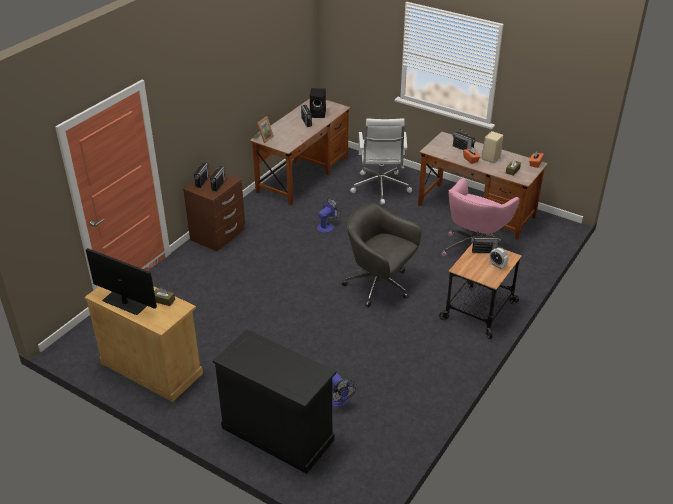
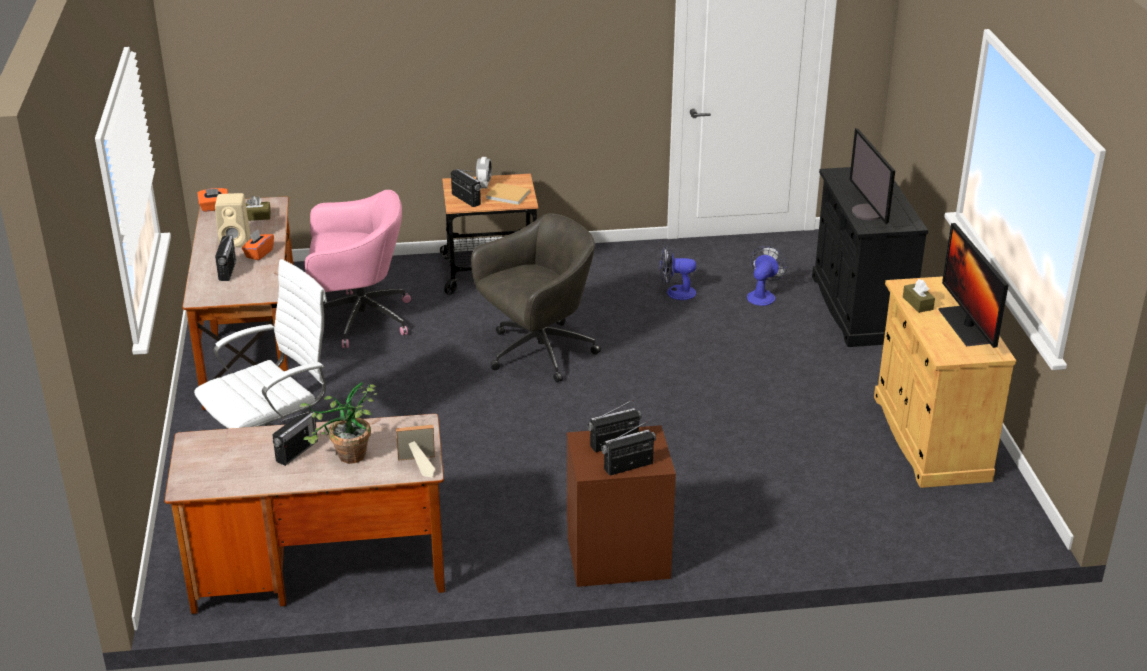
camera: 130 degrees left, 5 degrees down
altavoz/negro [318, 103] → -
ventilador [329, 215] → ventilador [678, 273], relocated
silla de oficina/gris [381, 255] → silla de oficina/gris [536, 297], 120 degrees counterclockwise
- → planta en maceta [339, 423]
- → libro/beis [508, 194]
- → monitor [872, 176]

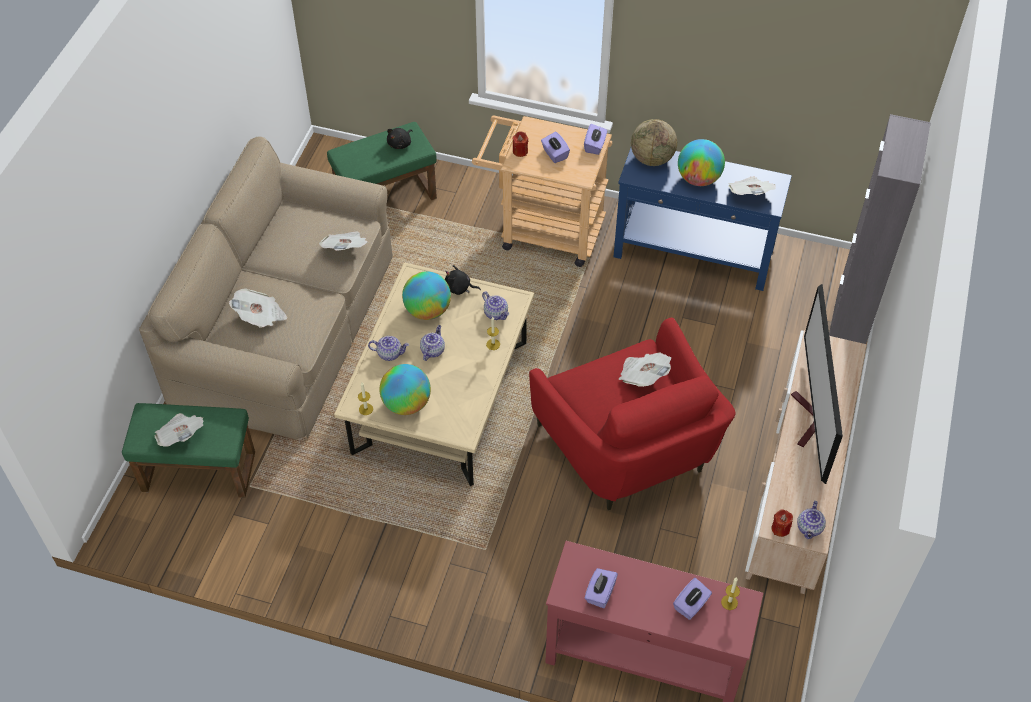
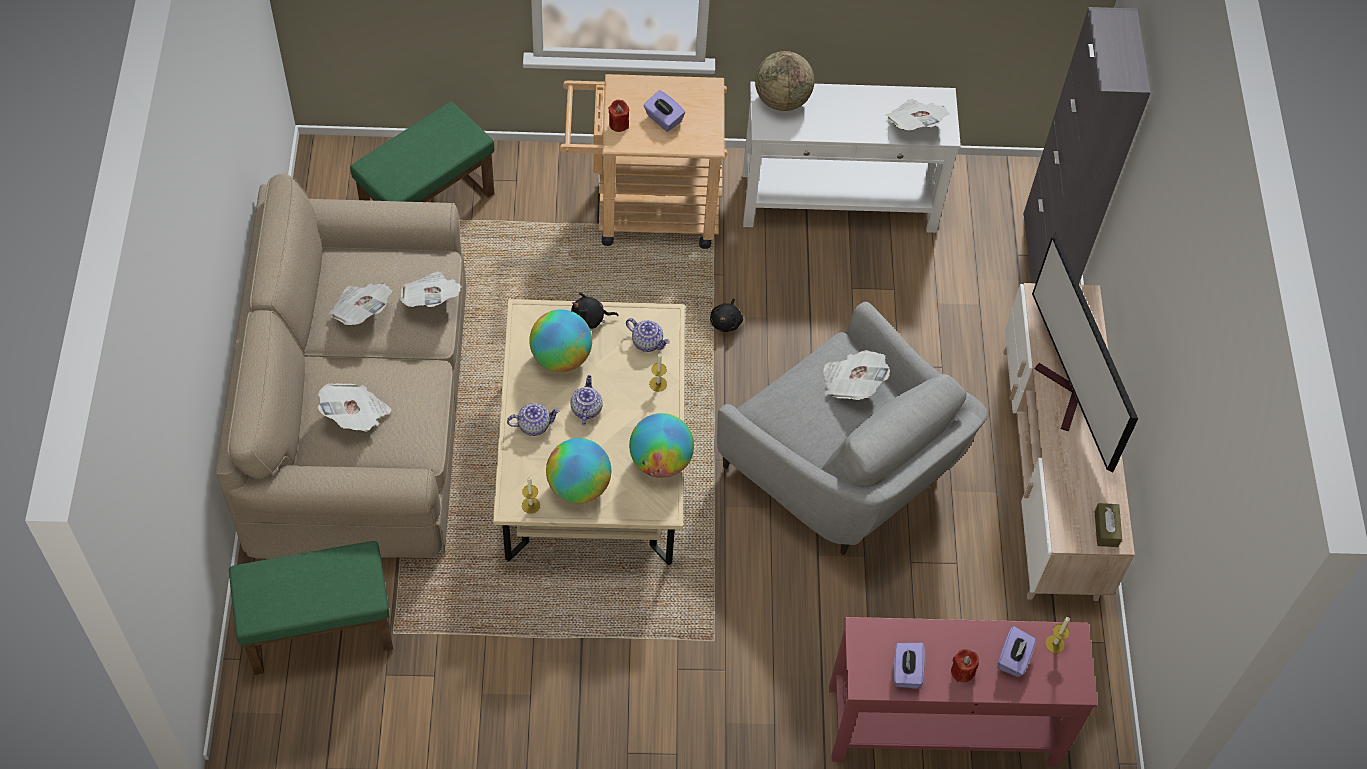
camera: 20 degrees left, 5 degrees up
periódico [178, 430] → periódico [360, 304], relocated
peluche/negro [400, 138] → peluche/negro [726, 315], relocated
sillón/rojo [632, 414] → sillón/gris [852, 428]
caja de pañuelos/morado [595, 139] → -
mesa consola/azul [703, 219] → mesa consola/blanco [852, 157]
globo terráqueo [701, 162] → globo terráqueo [661, 445], relocated
vela/rojo [782, 523] → vela/rojo [965, 665], relocated
tetera [811, 520] → caja de pañuelos/marrón [1108, 525]

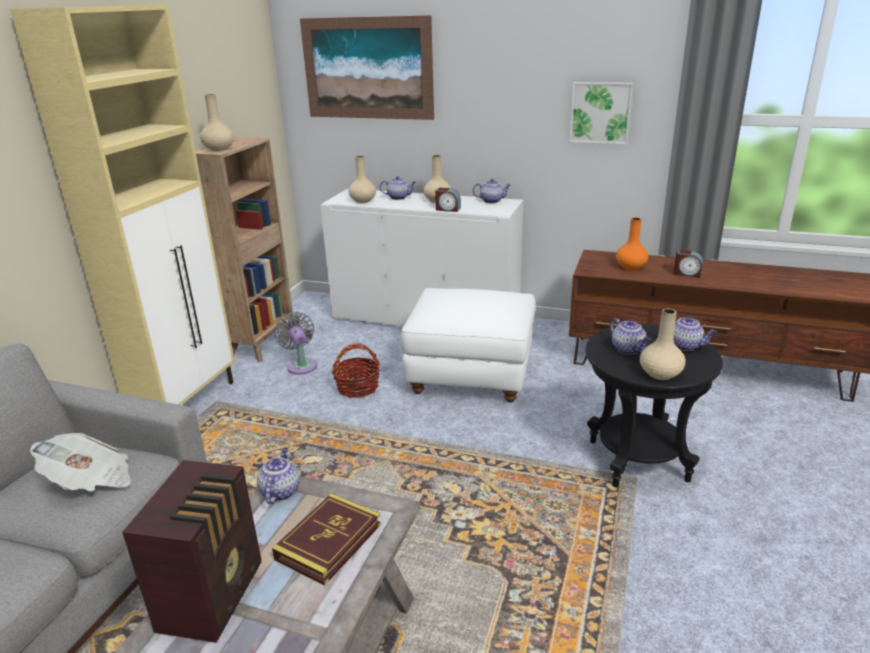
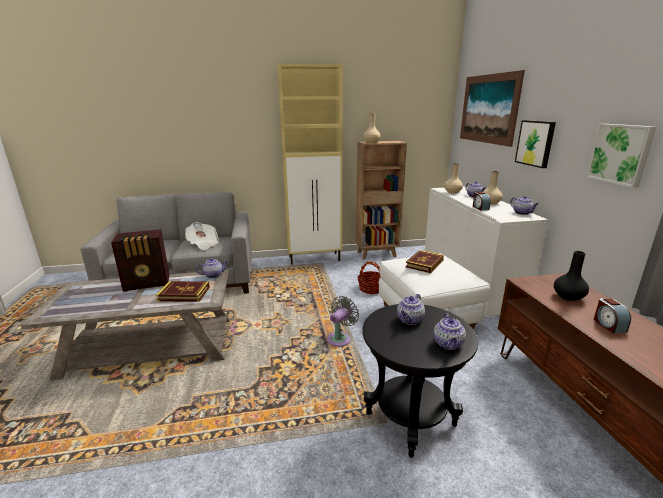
camera: 60 degrees right, 5 degrees down
ventilador/gris [295, 343] → ventilador/gris [343, 321], relocated
florero/naranja [632, 243] → florero/negro [571, 276]
florero/beis [662, 344] → -
- → libro [425, 261]
- → cuadro [535, 144]

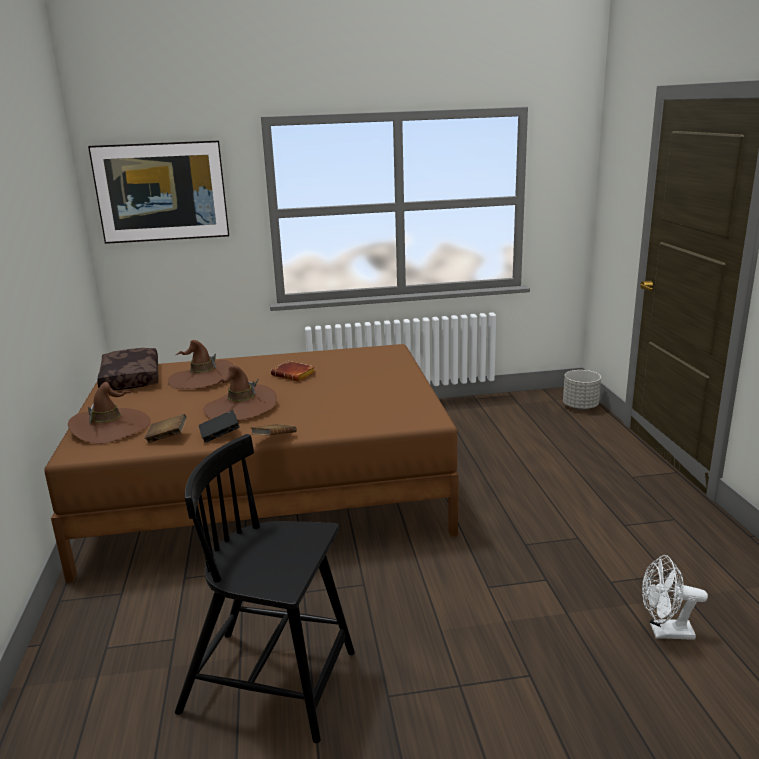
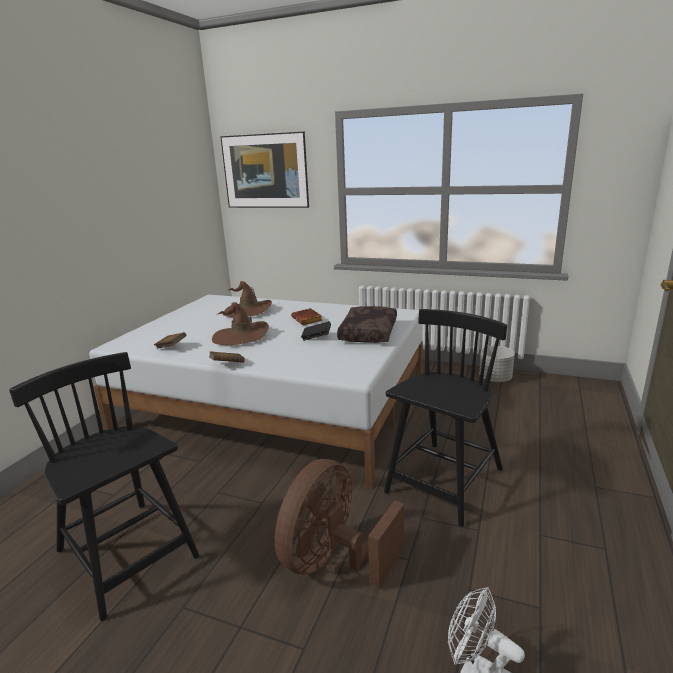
camera: 30 degrees right, 0 degrees up
cama/marrón [251, 463] → cama/blanco [256, 391]
sombrero/marrón [109, 413] → -
cojín/marrón [128, 369] → cojín/marrón [367, 324], relocated
libro/negro [219, 426] → libro/negro [316, 331], relocated
maceta/gris [582, 390] → maceta/gris [497, 364], relocated
- → ventilador/marrón [339, 523]
- → silla/negro [445, 418]

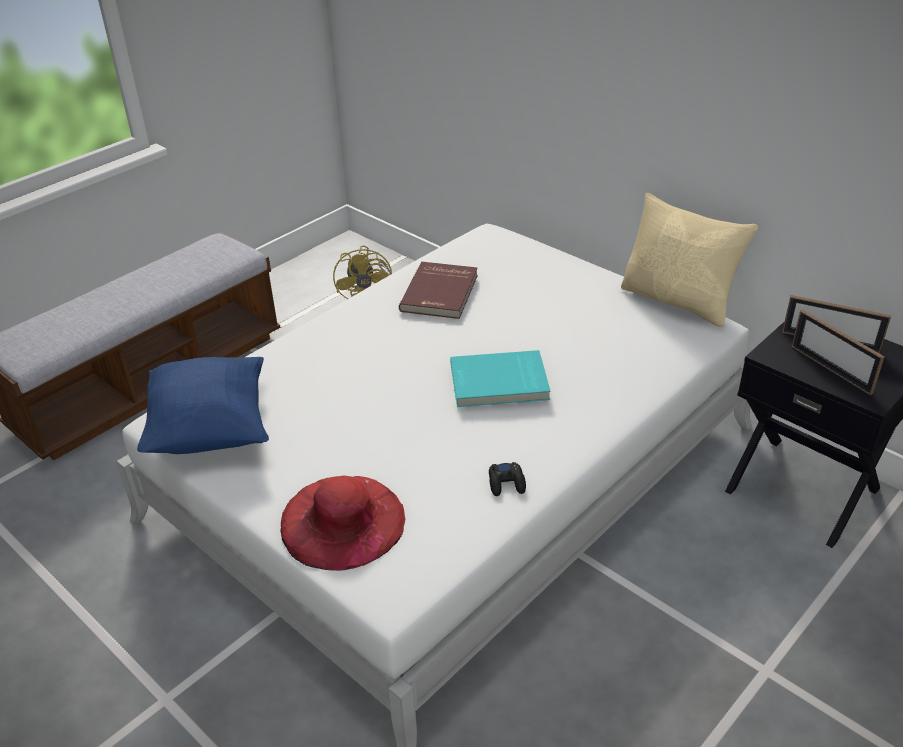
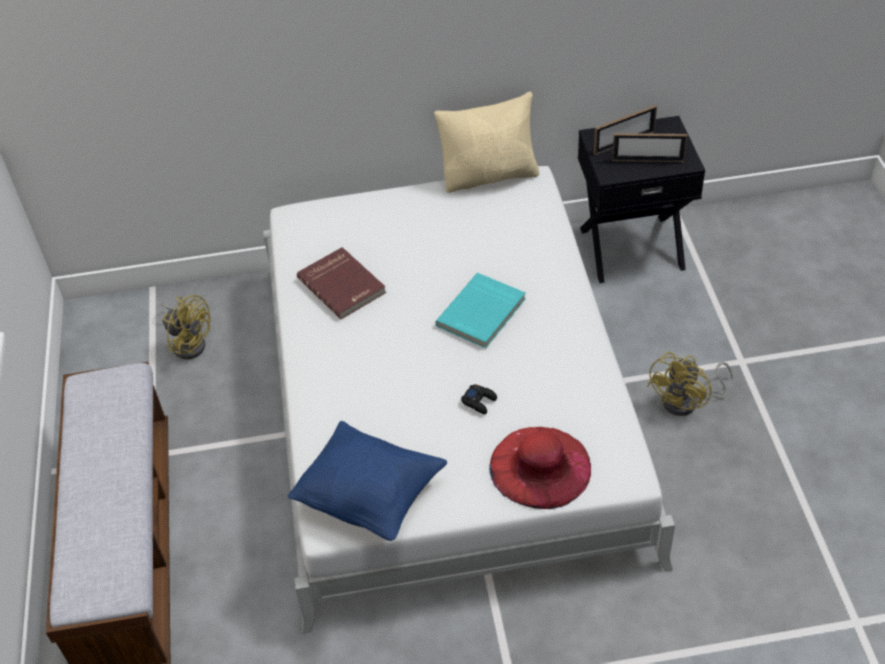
camera: 50 degrees left, 10 degrees up
mando de consola/negro [507, 479] → mando de consola/negro [479, 399], relocated
- → ventilador/amarillo [690, 384]

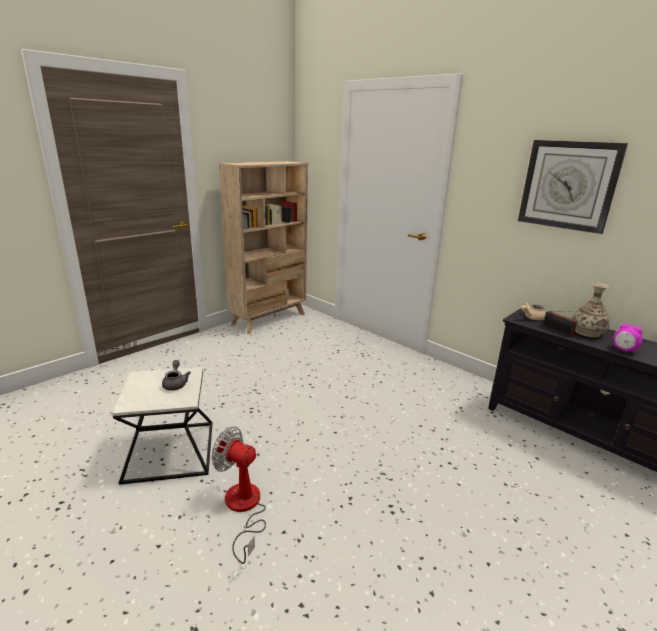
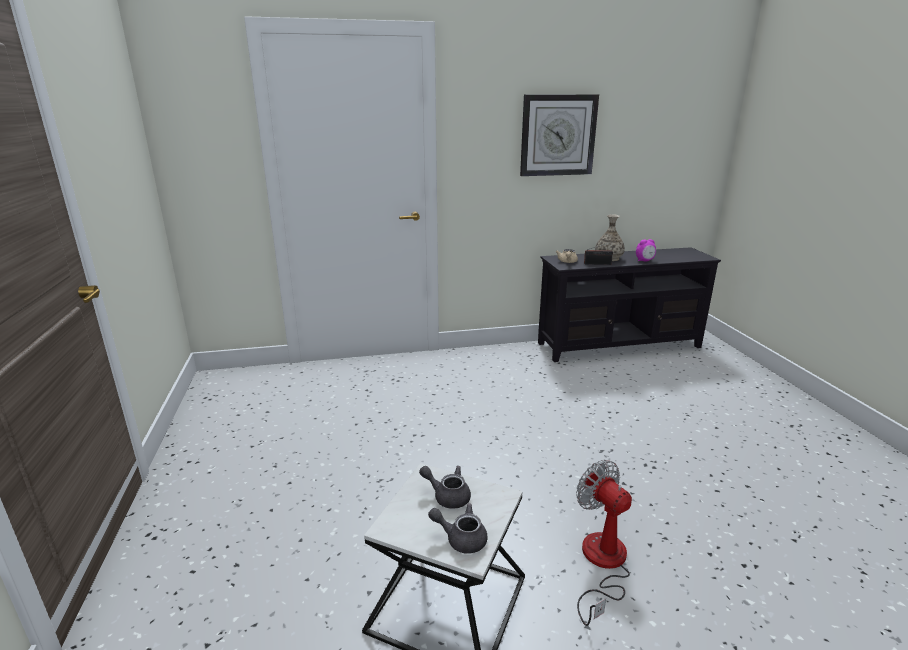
camera: 55 degrees left, 0 degrees up
ventilador [238, 495] → ventilador [604, 543], 90 degrees clockwise
estantería/beis [263, 247] → -
- → tetera/gris [458, 528]

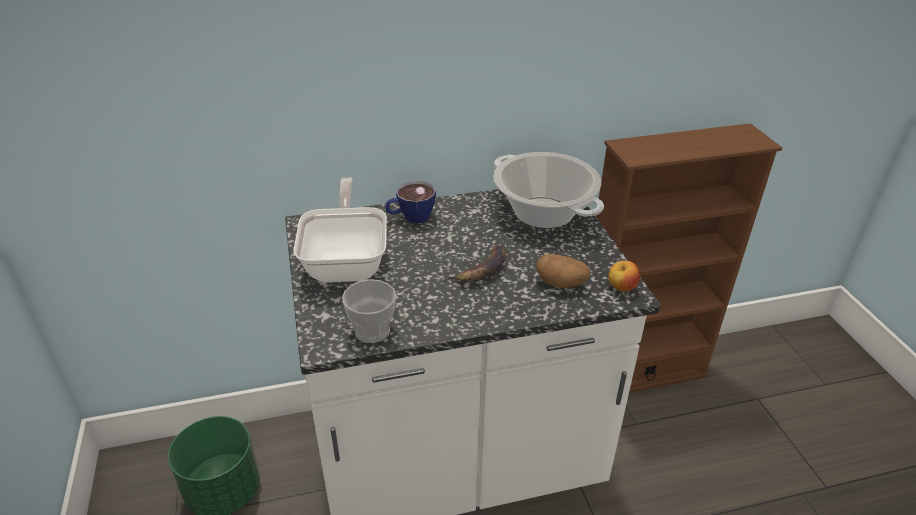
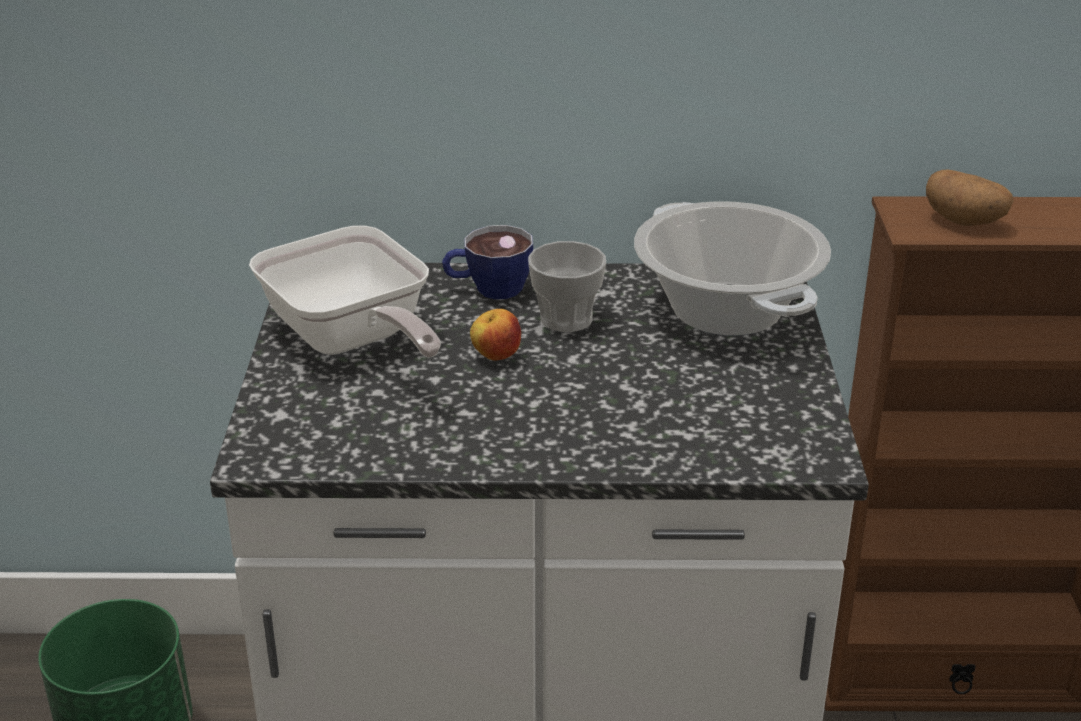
camera: 15 degrees right, 5 degrees down
sartén [340, 229] → sartén [345, 291], 135 degrees clockwise
taza [369, 311] → taza [567, 286], relocated
plátano [474, 263] → -
patata [563, 271] → patata [970, 197], relocated
manzana [624, 276] → manzana [495, 335], relocated

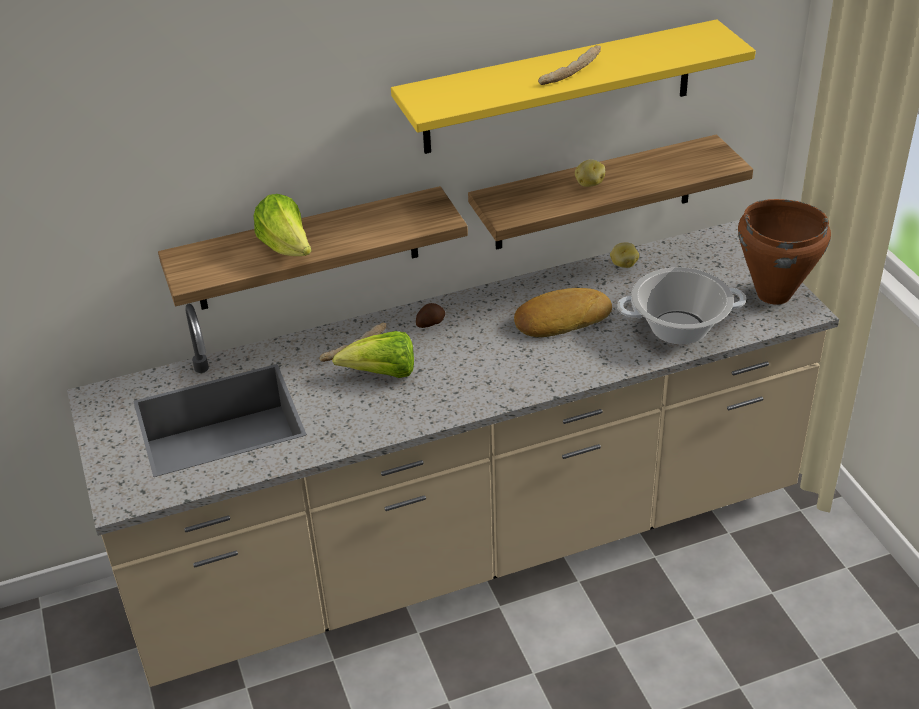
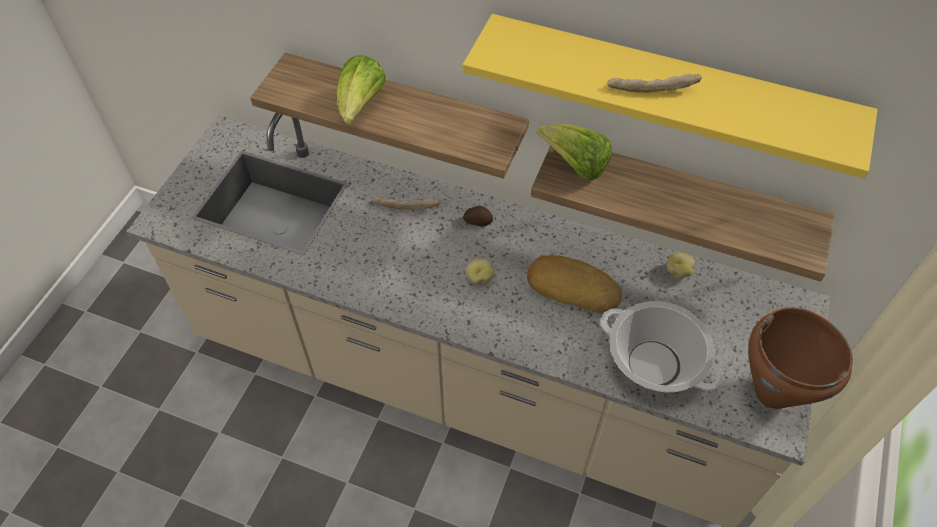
camera: 40 degrees right, 15 degrees up
lechuga [373, 354] → lechuga [574, 152], relocated
patata [590, 173] → patata [480, 271], relocated

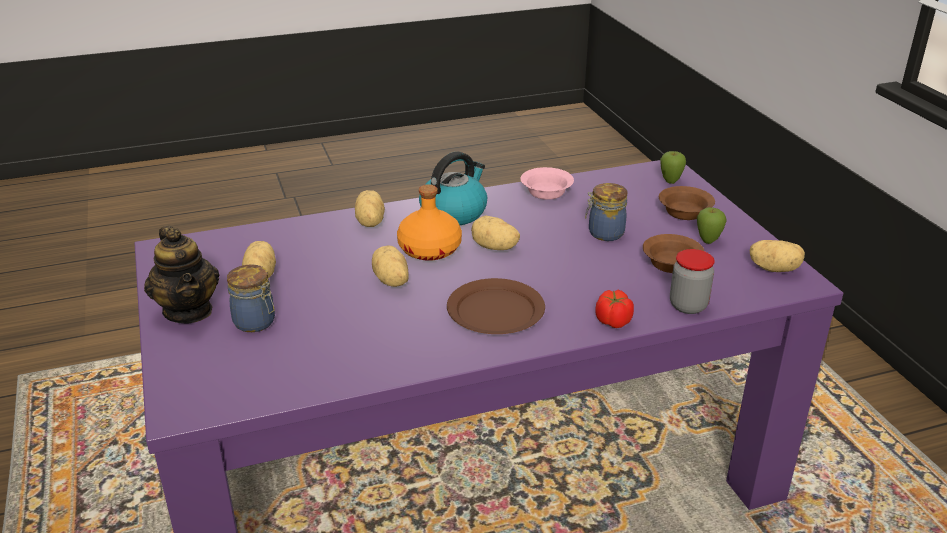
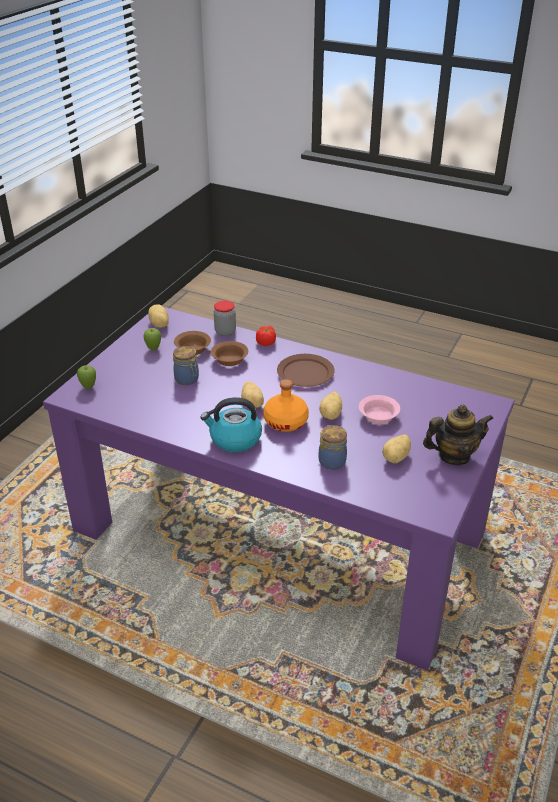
camera: 135 degrees left, 5 degrees up
tetera [181, 274] → tetera [458, 435], 60 degrees clockwise
tarro [251, 298] → tarro [333, 447], relocated
patata [370, 208] → -
cuenco/rosa [547, 183] → cuenco/rosa [379, 409], relocated
cuenco/marrón [687, 203] → cuenco/marrón [229, 353], relocated

